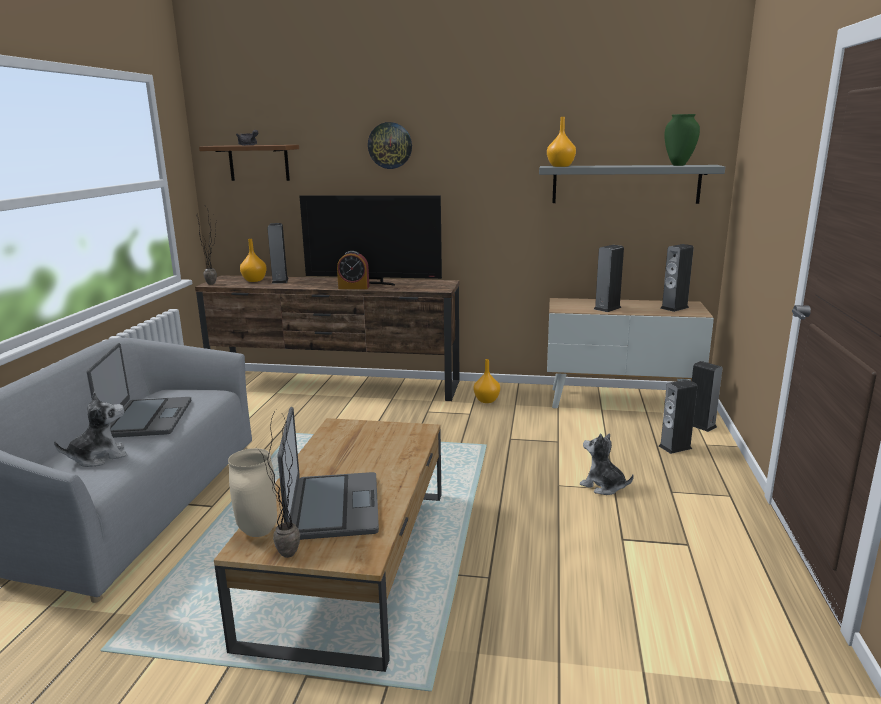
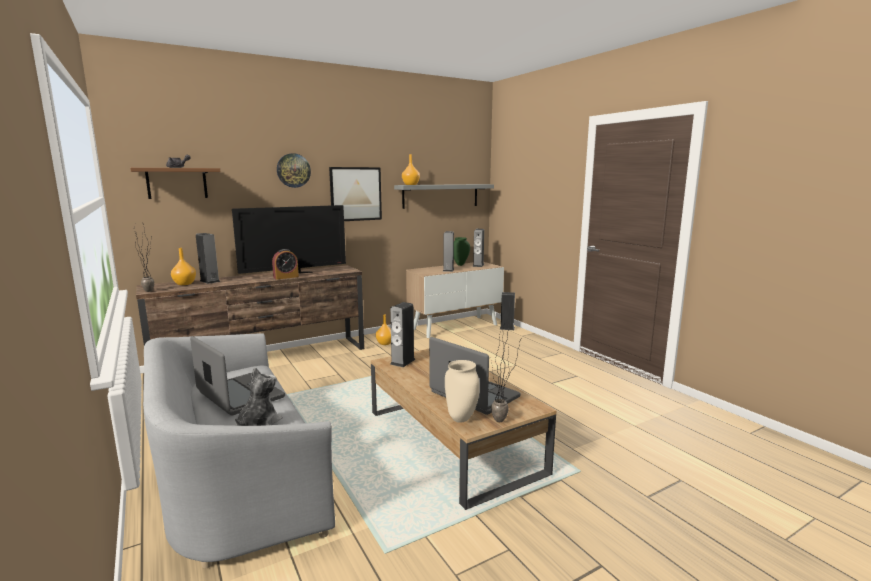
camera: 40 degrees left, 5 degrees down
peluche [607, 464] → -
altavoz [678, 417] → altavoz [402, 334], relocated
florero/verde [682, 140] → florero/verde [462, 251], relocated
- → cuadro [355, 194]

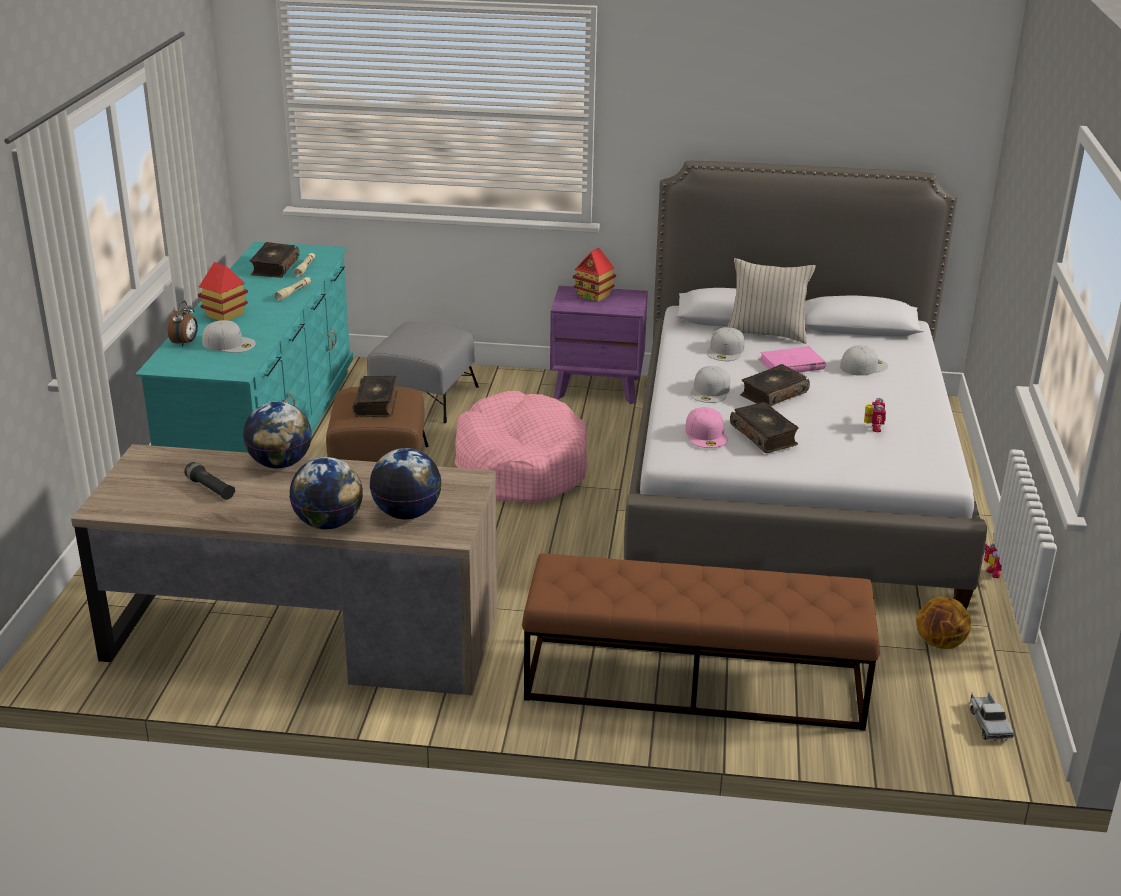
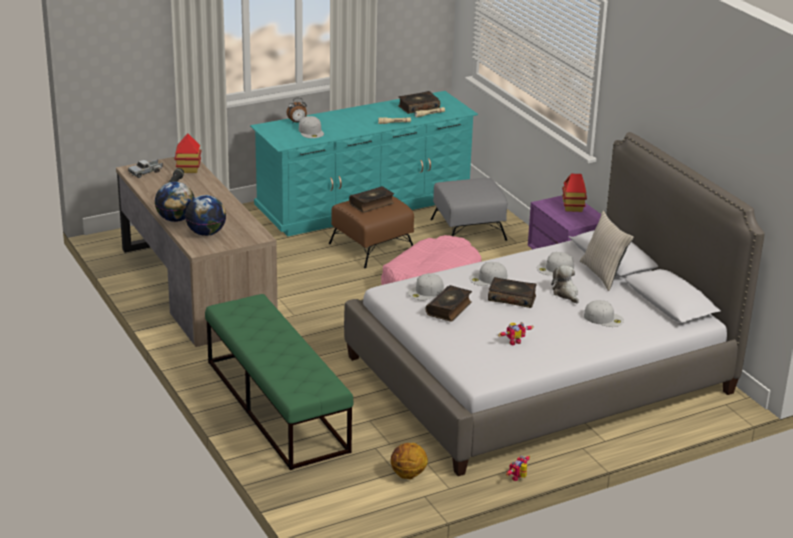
camera: 55 degrees right, 0 degrees up
casita [223, 291] → casita [188, 153], relocated
globo terráqueo [277, 434] → -
banco/marrón [701, 642] → banco/verde [279, 382]
gorra/rosa [706, 427] → gorra/blanco [426, 286]
libro/rosa [792, 359] → peluche [565, 284]
camión de juguete [992, 716] → camión de juguete [145, 169], relocated

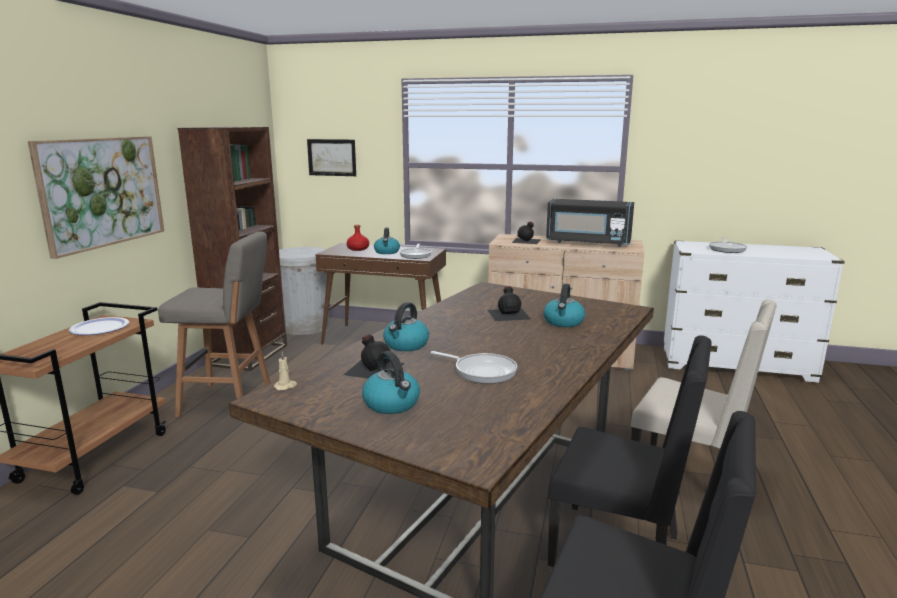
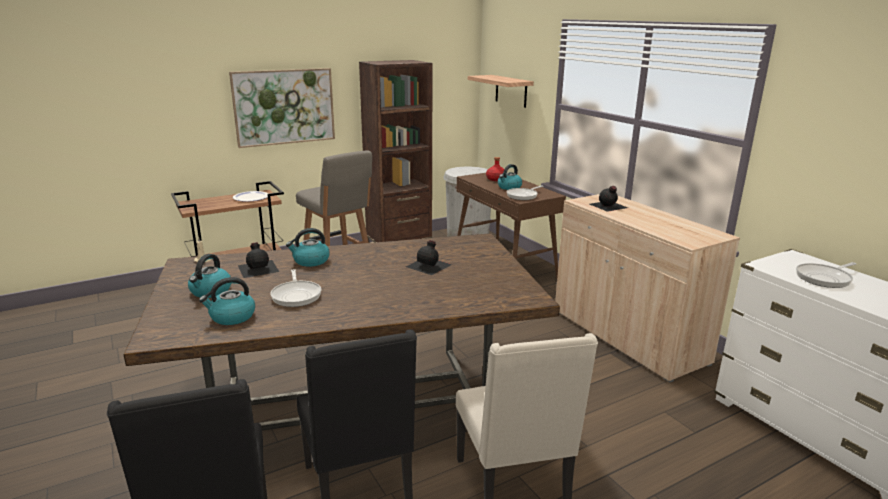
camera: 45 degrees right, 5 degrees up
cuadro [331, 157] → estante [501, 91]
hervidor [564, 305] → hervidor [227, 301], relocated
microondas/negro [590, 223] → -

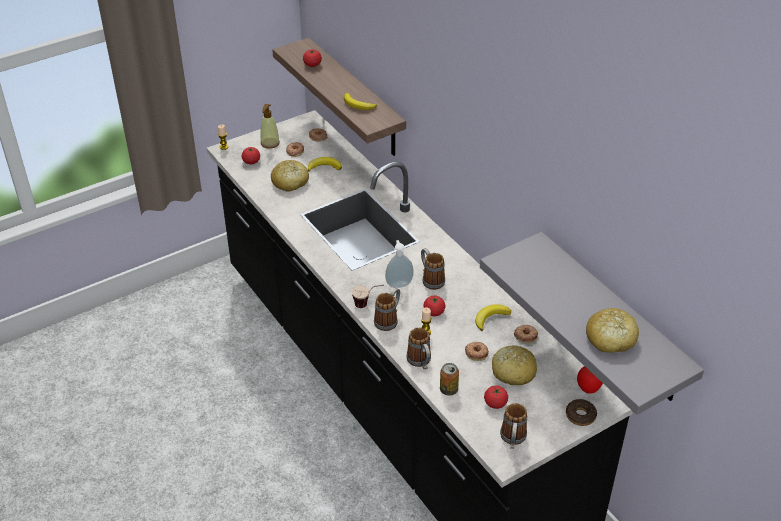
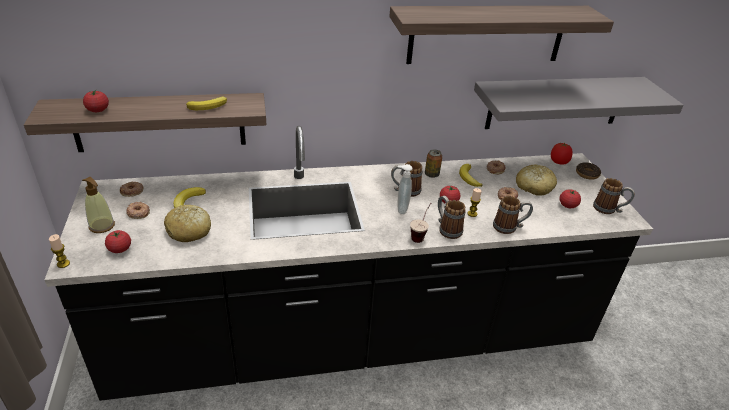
camera: 70 degrees left, 5 degrees down
lata [449, 379] → lata [433, 163], relocated
pan [612, 330] → -
- → estante [501, 35]

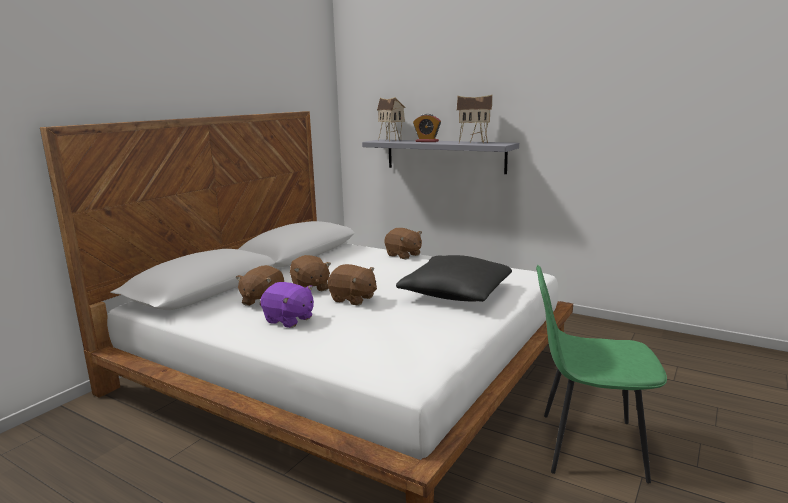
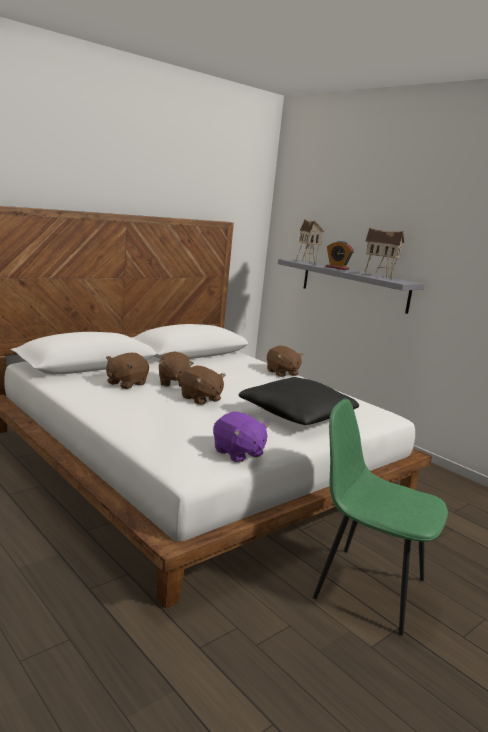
camera: 15 degrees right, 0 degrees up
peluche/morado [287, 305] → peluche/morado [241, 437], relocated

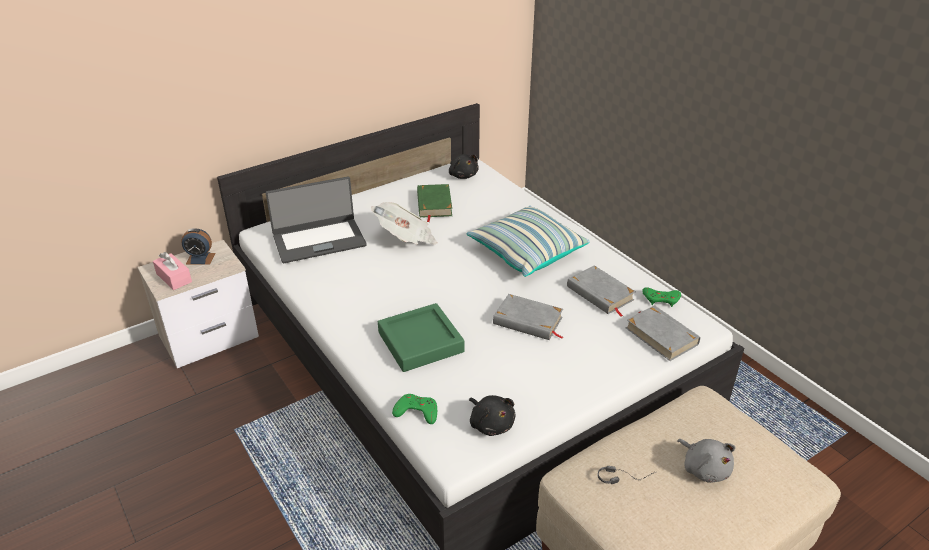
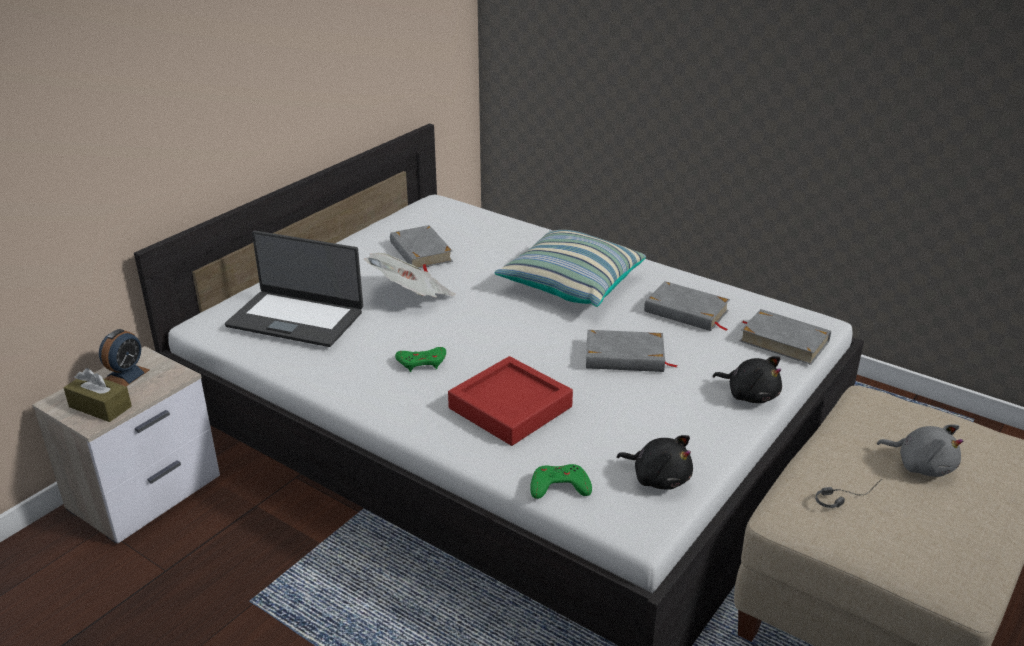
camera: 20 degrees left, 5 degrees down
caja de pañuelos/rosa [172, 271] → caja de pañuelos/marrón [98, 395]
despertador [198, 246] → despertador [124, 357], 45 degrees counterclockwise
portátil [316, 220] → portátil [294, 289], 60 degrees clockwise
bandeja/verde [421, 337] → bandeja/rojo [510, 401]
libro/verde [434, 203] → libro/gris [421, 248]
peluche/negro [464, 166] → peluche/negro [747, 379], relocated
mando de consola/verde [661, 297] → mando de consola/verde [420, 359], relocated

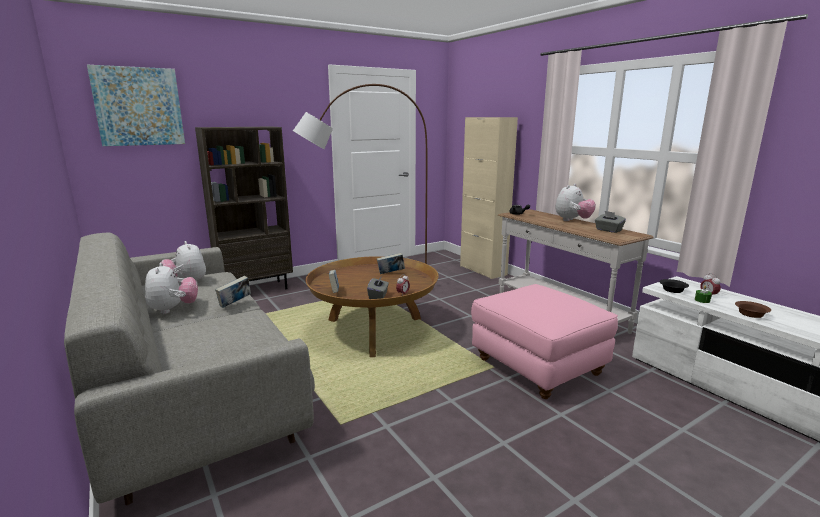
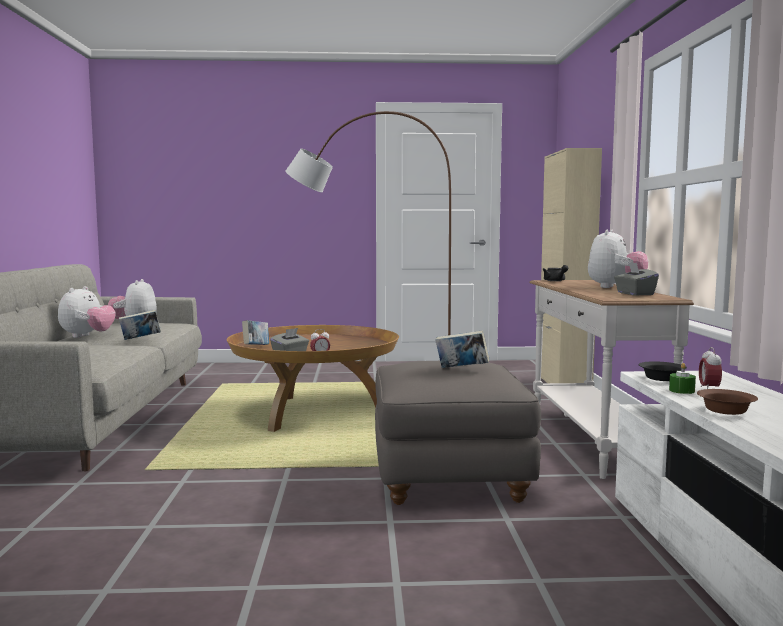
camera: 30 degrees right, 10 degrees down
cuadro [136, 105] → -
estantería/marrón [244, 208] → -
libro [391, 263] → libro [462, 349], relocated
puf/rosa [544, 341] → puf/gris [458, 433]
peluche [575, 202] → peluche [618, 259], 45 degrees counterclockwise

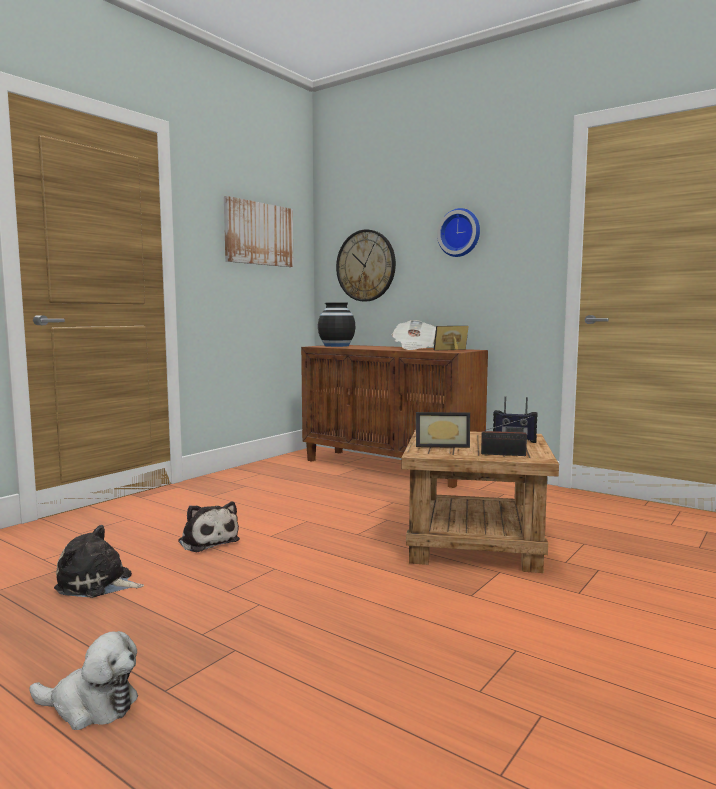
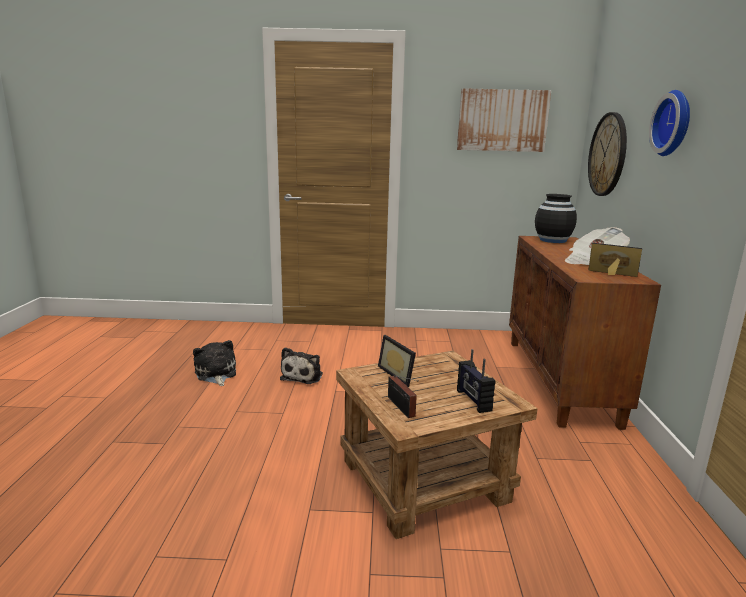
camera: 55 degrees right, 10 degrees up
peluche [83, 680] → -

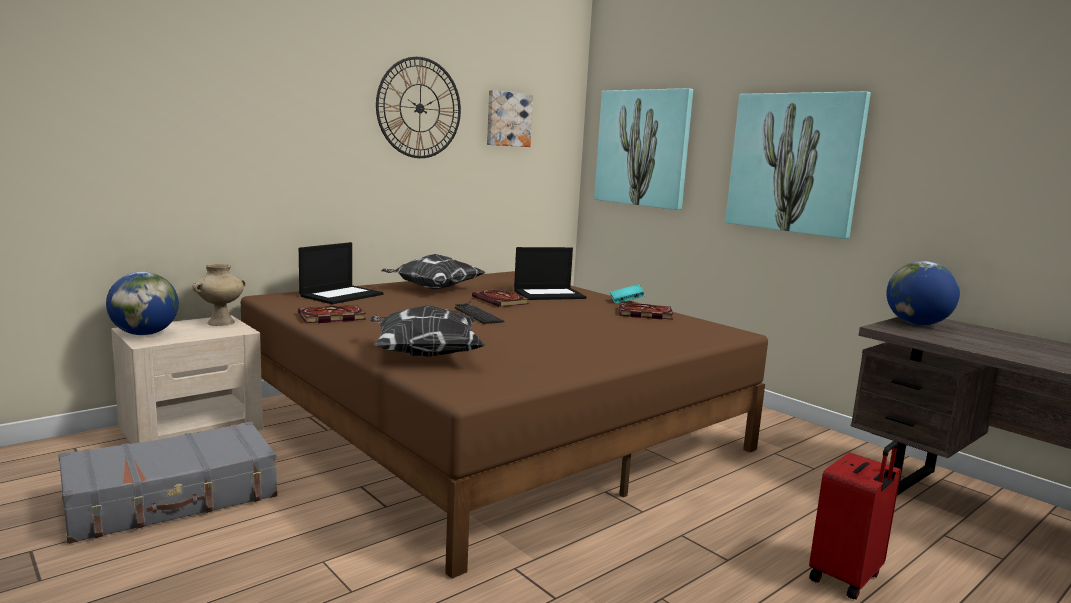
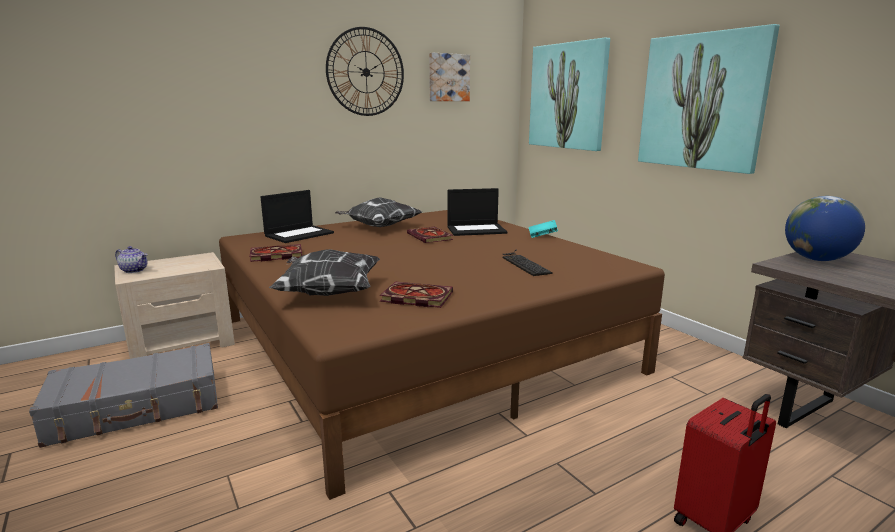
camera: 10 degrees right, 5 degrees up
globo terráqueo [142, 303] → tetera [131, 259]
florero/beis [219, 295] → -
teclado [479, 312] → teclado [528, 263], relocated
libro [646, 311] → libro [416, 295], relocated

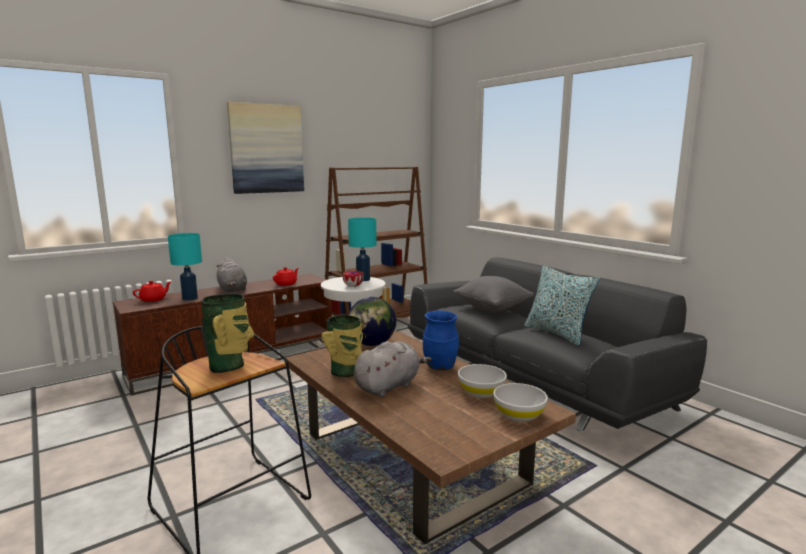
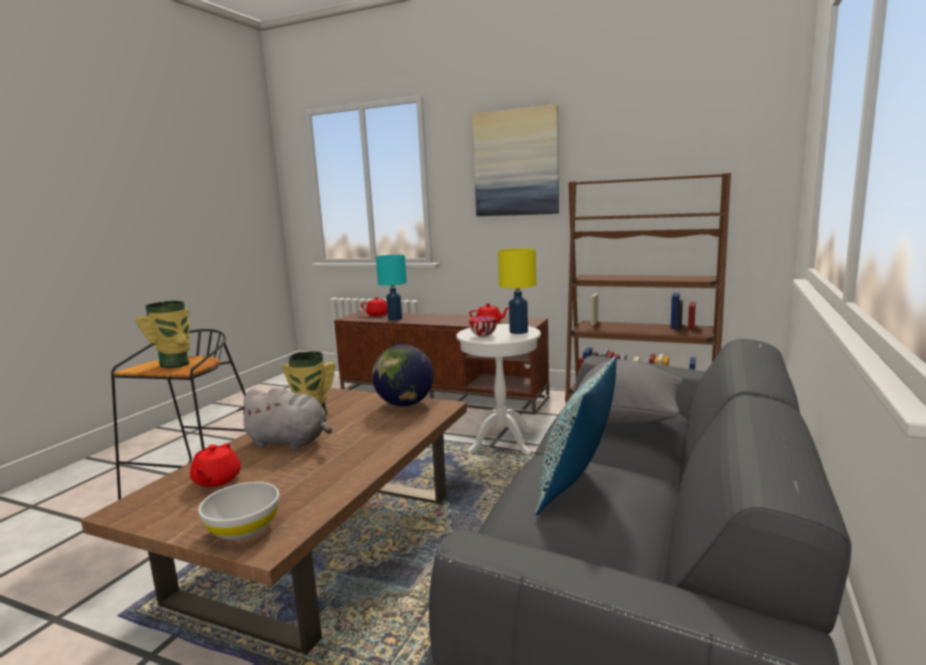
camera: 60 degrees right, 0 degrees up
peluche/gris [231, 275] → -
lámpara de mesa/turquesa [362, 249] → lámpara de mesa/amarillo [517, 291]
florero/azul [441, 340] → -
cuenco/blanco [482, 381] → -
- → tetera/rojo [215, 465]

